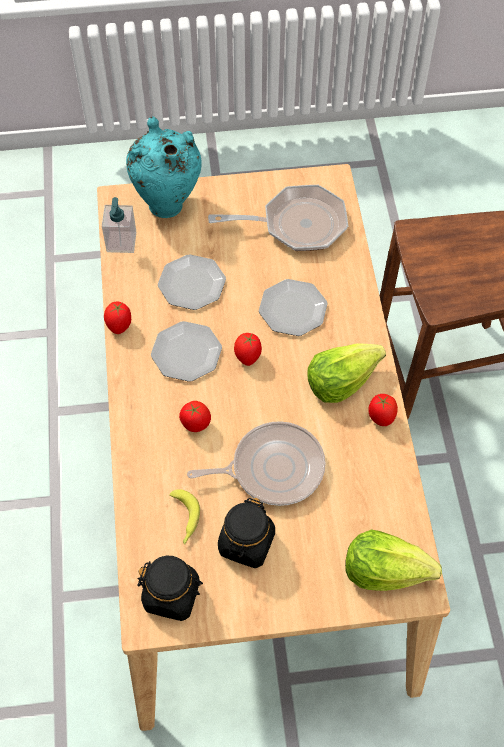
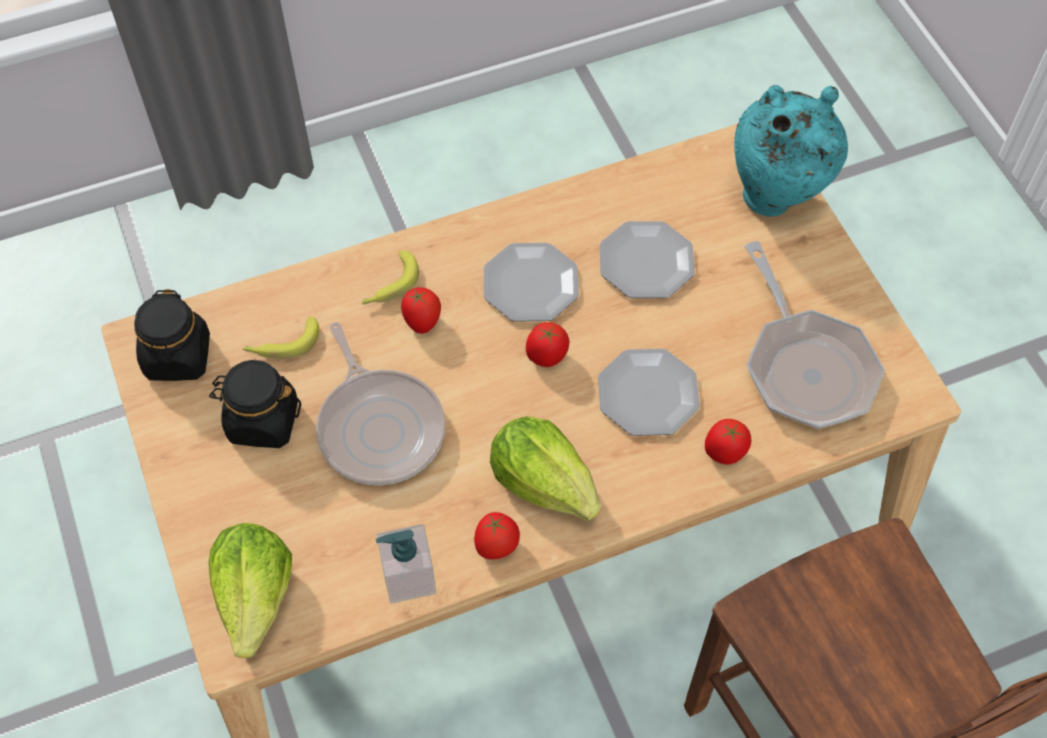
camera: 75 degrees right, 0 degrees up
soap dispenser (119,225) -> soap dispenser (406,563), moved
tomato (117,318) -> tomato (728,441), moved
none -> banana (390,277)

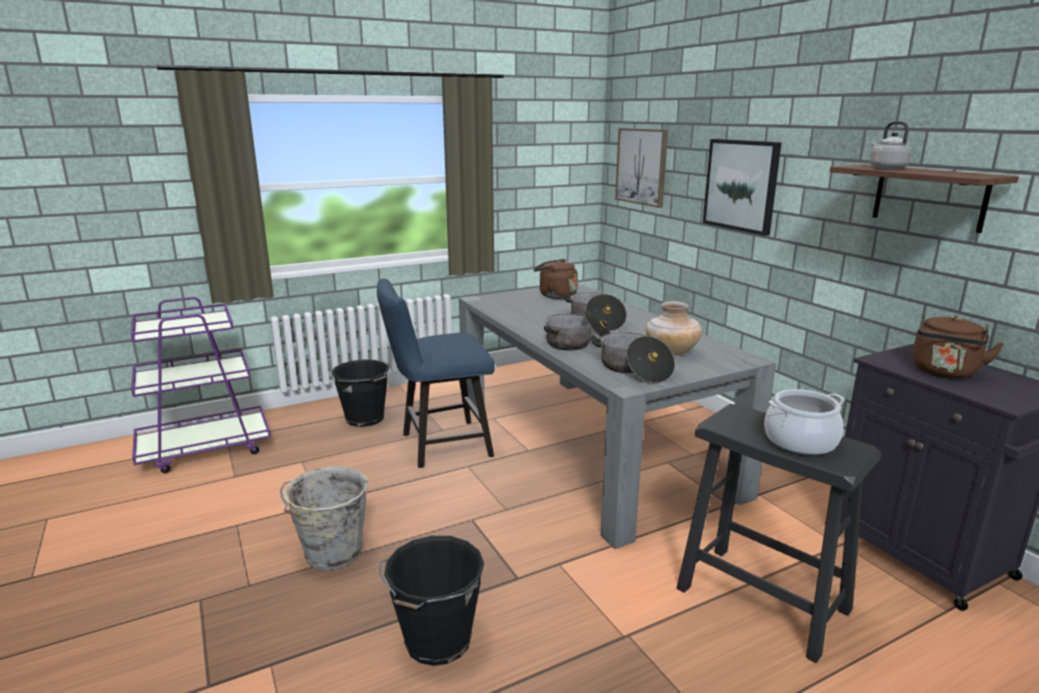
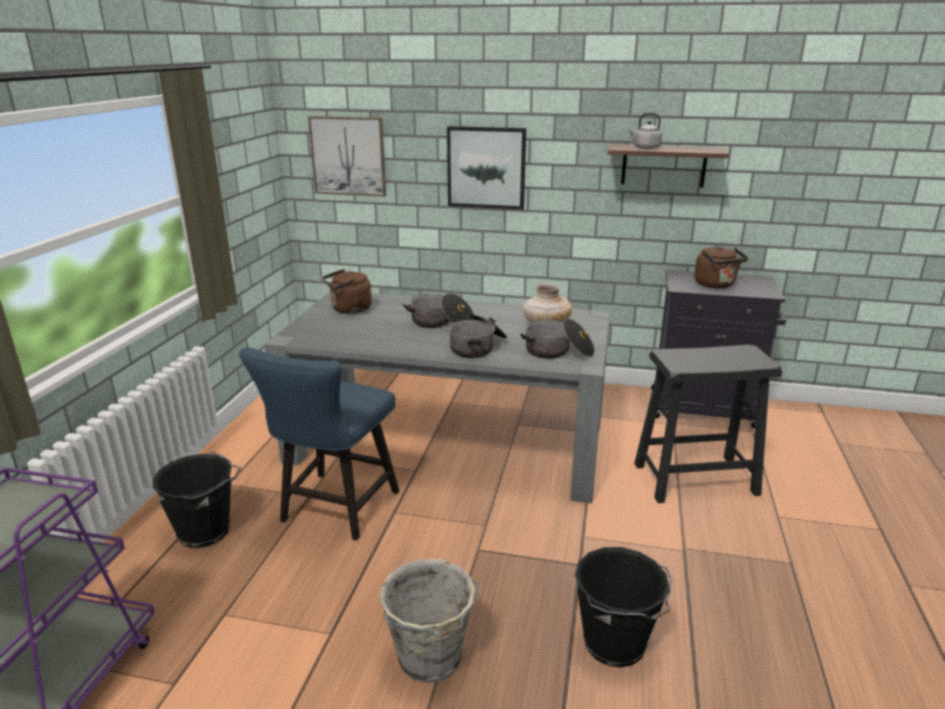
camera: 50 degrees left, 5 degrees up
cooking pot (804,422) -> none

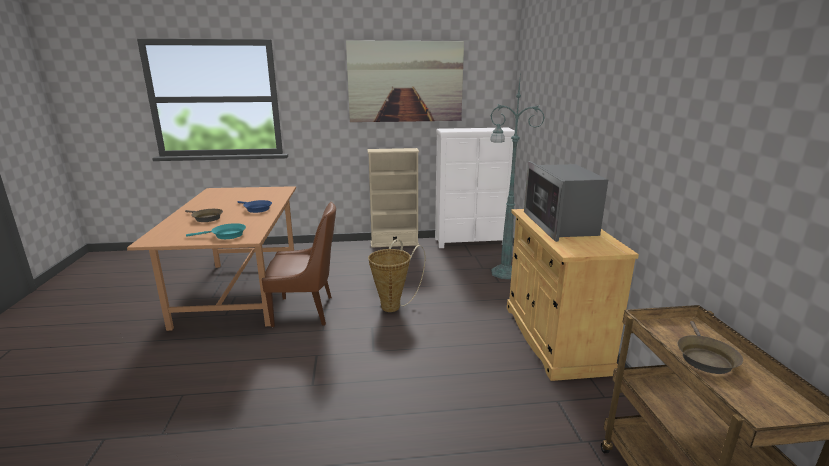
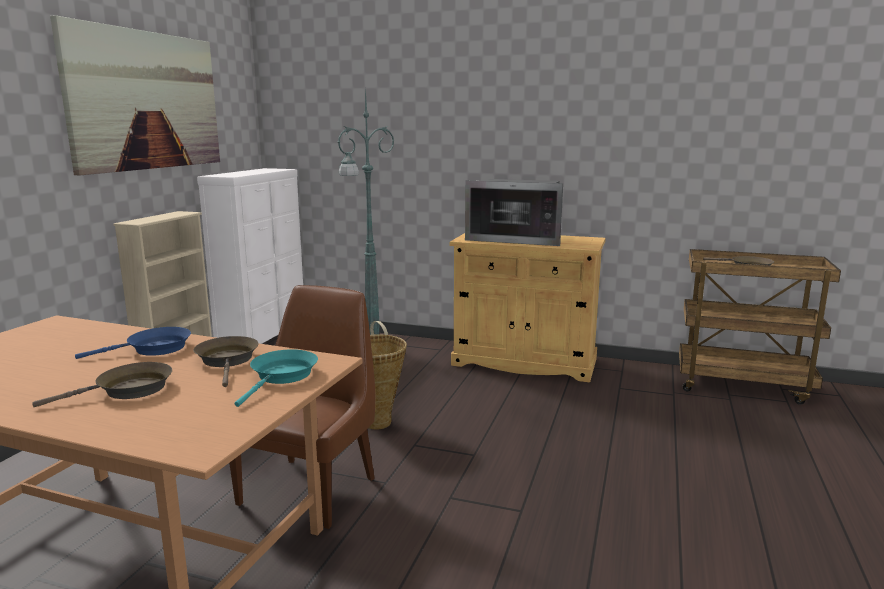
camera: 65 degrees left, 5 degrees down
none -> frying pan (brown) (226,361)

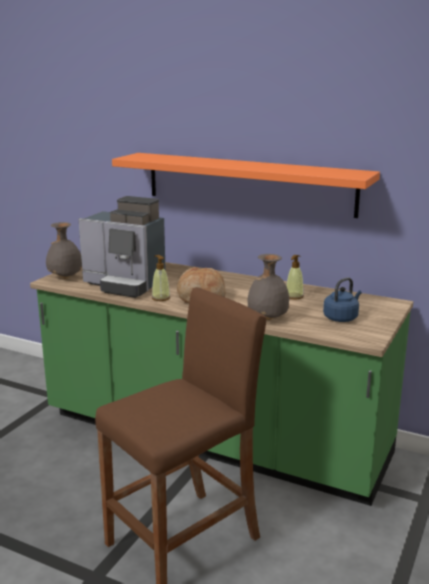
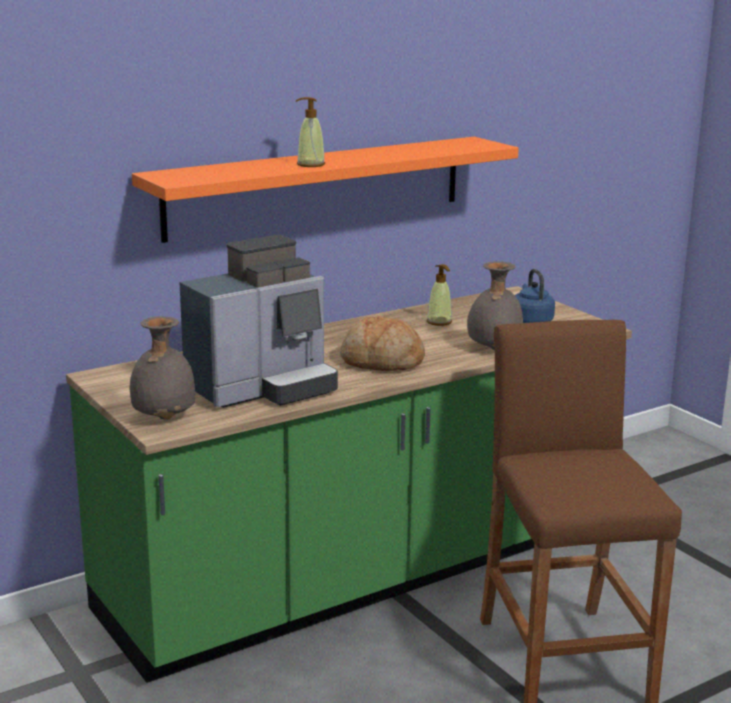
camera: 60 degrees left, 0 degrees up
soap dispenser (161,278) -> soap dispenser (310,132), moved

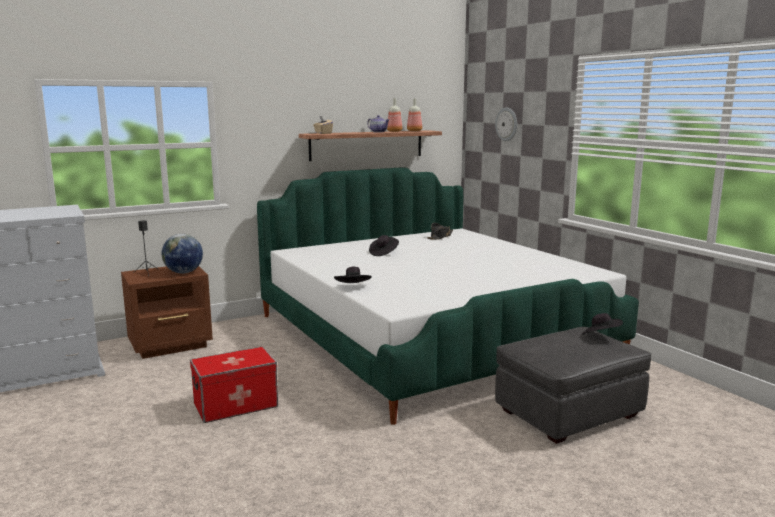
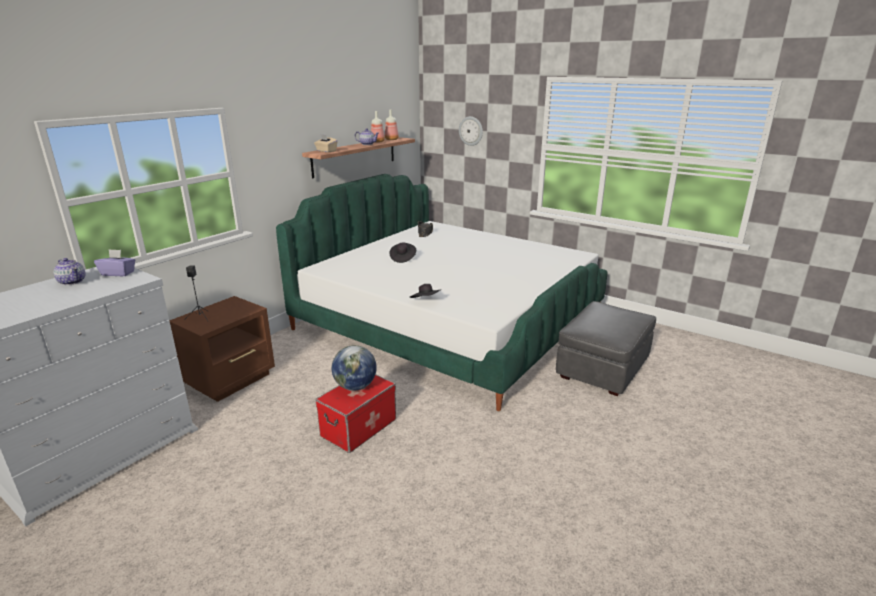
camera: 25 degrees left, 10 degrees up
globe (182,254) -> globe (354,368), moved
hat (black) (602,324) -> none
none -> tissue box (purple) (114,262)
none -> teapot (69,271)

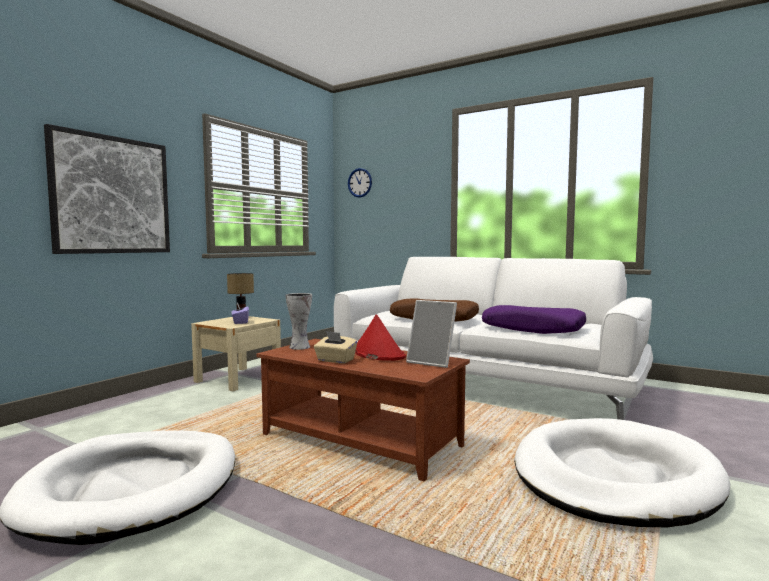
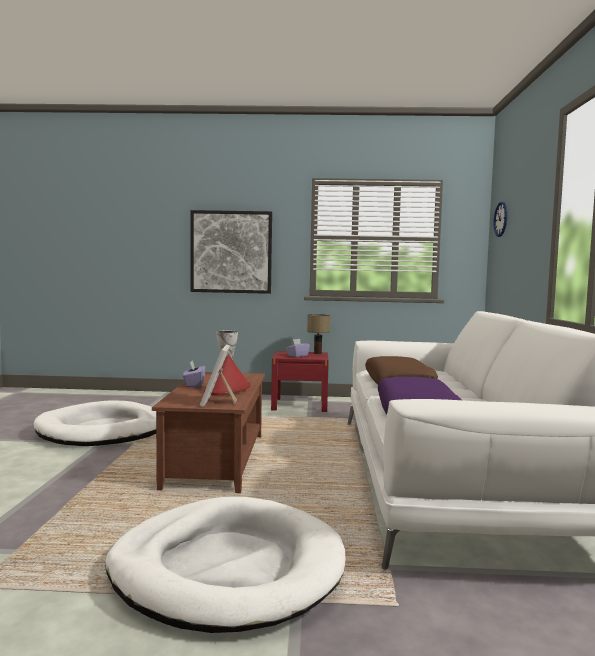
camera: 60 degrees right, 0 degrees up
nightstand (beige) (236,353) -> nightstand (red) (300,381)
tissue box (beige) (335,347) -> tissue box (purple) (194,373)

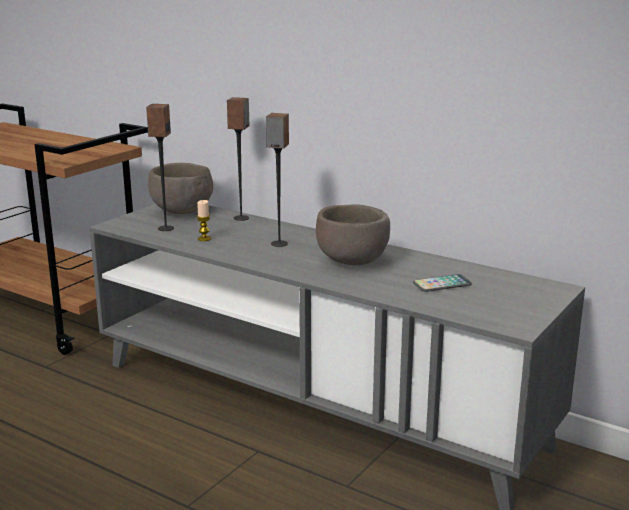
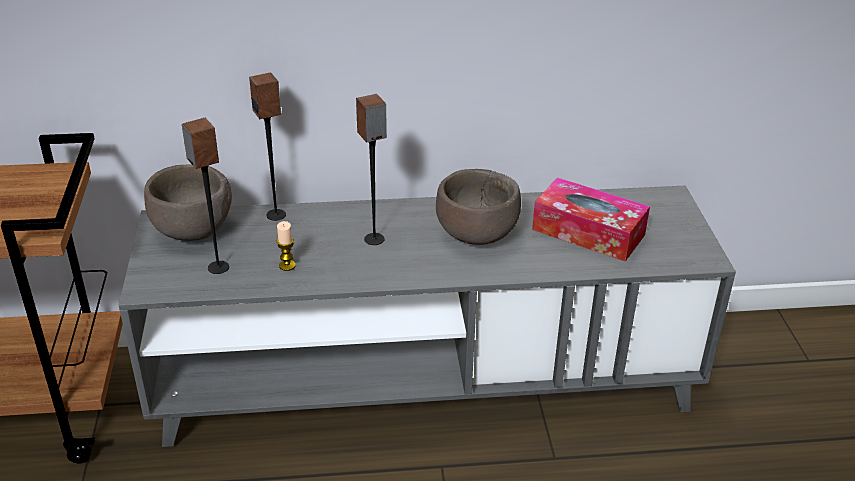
camera: 40 degrees left, 15 degrees up
phone (442,283) -> tissue box (591,219)

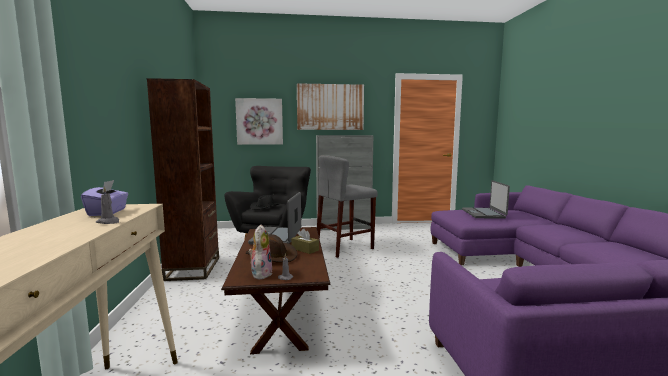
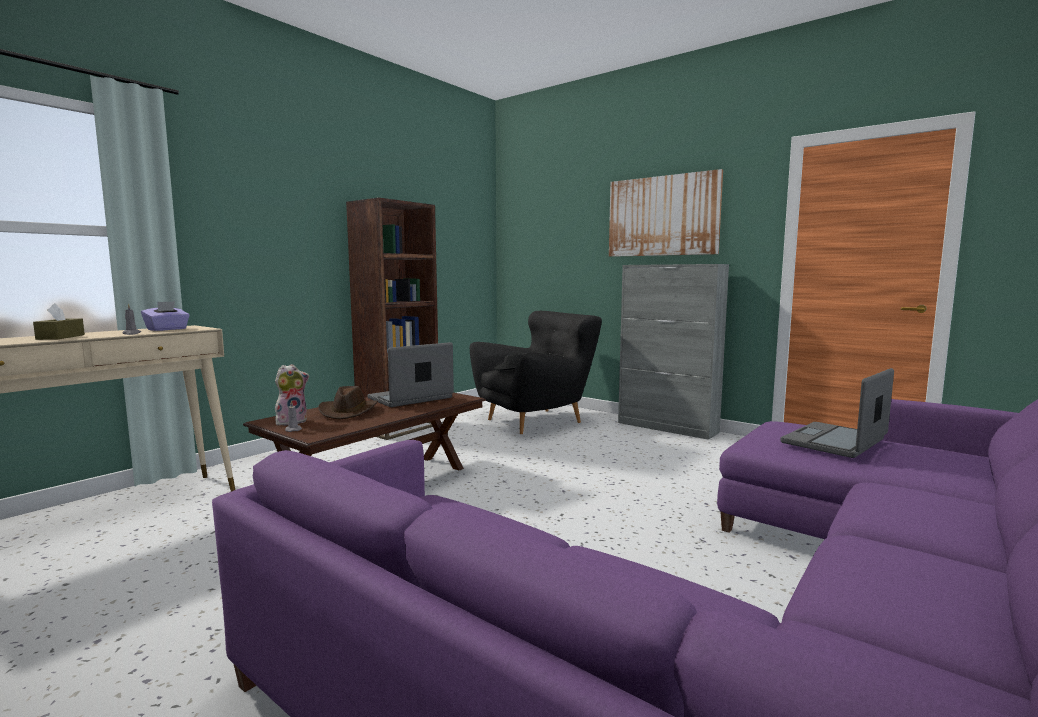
camera: 45 degrees right, 0 degrees up
picture (259,121) -> none
stool (grey) (347,206) -> none
tissue box (brown) (305,241) -> tissue box (brown) (59,321), moved

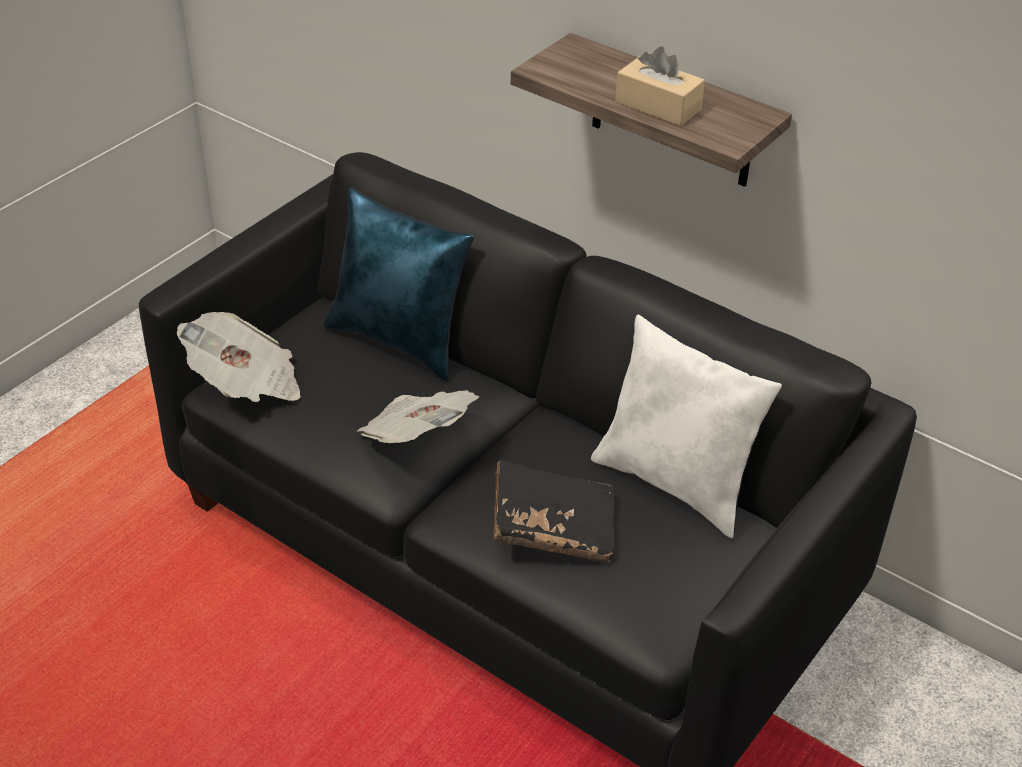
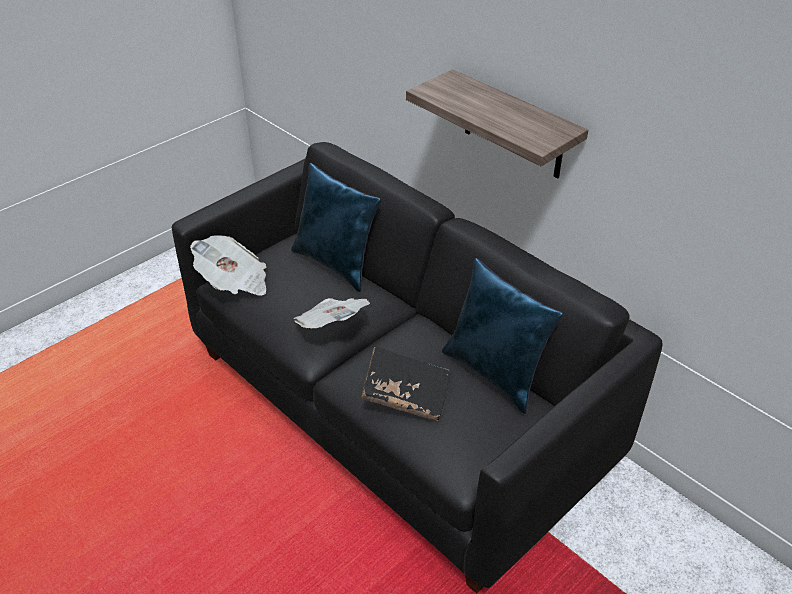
camera: 10 degrees right, 0 degrees up
tissue box (beige) (660,86) -> none
pillow (white) (686,426) -> pillow (blue) (502,336)

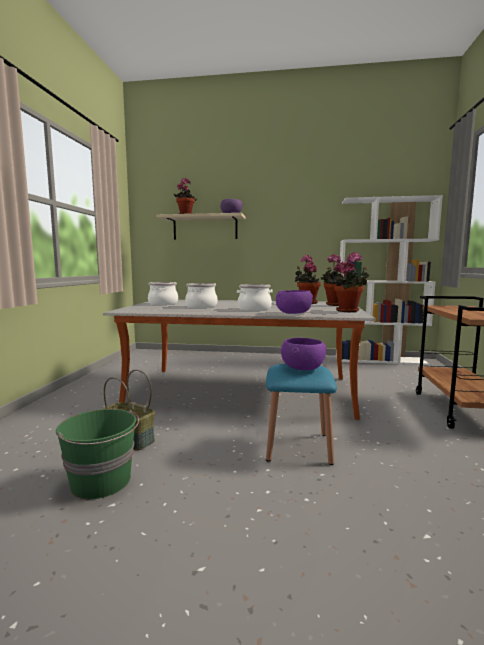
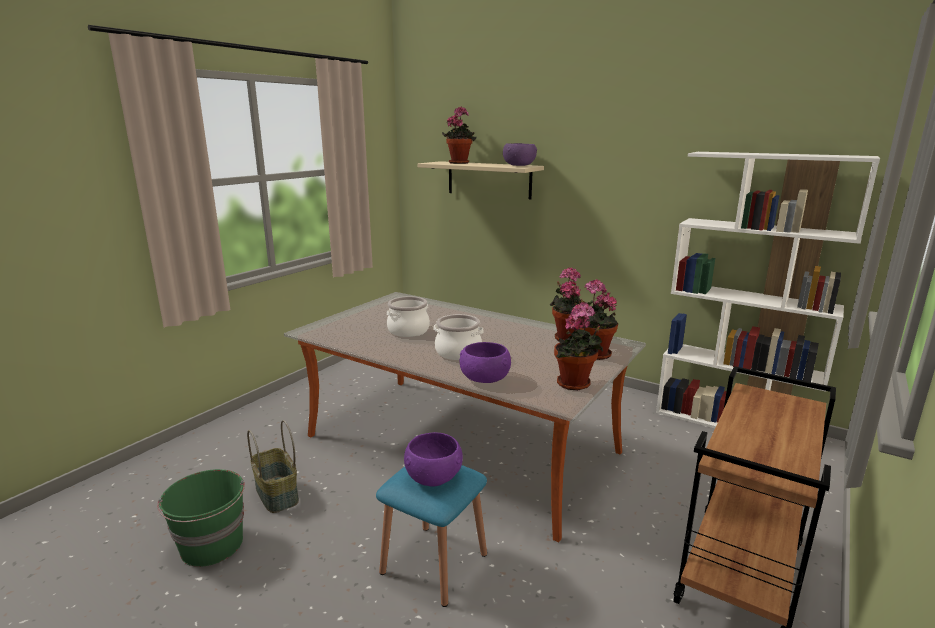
camera: 25 degrees right, 10 degrees up
cooking pot (163,293) -> none

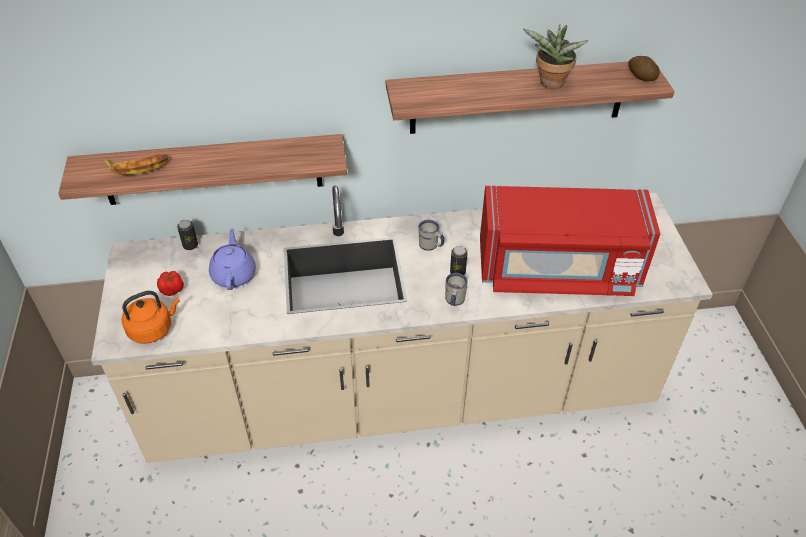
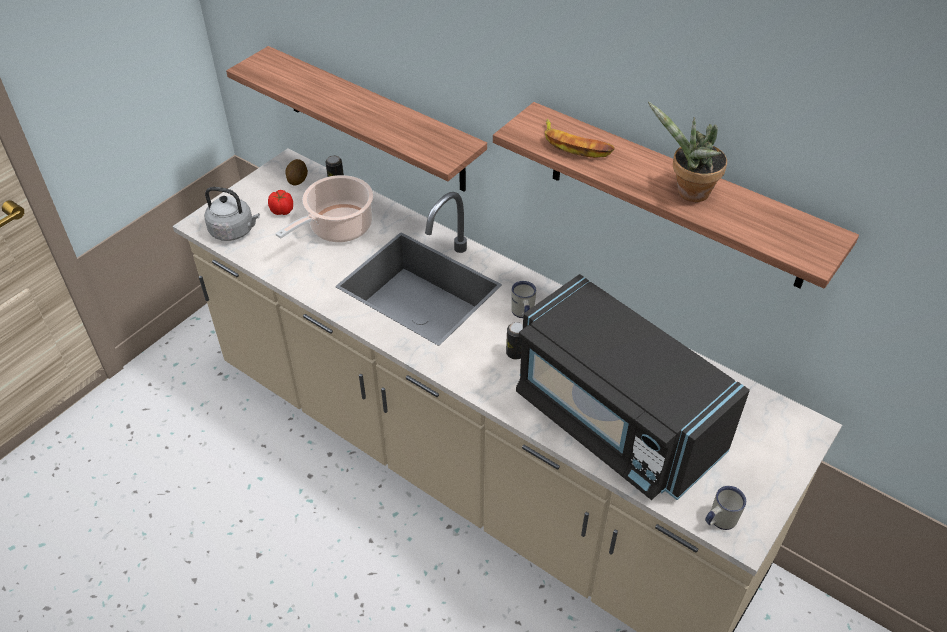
camera: 45 degrees right, 0 degrees up
potato (644,69) -> potato (296,172), moved
banana (135,164) -> banana (580,138), moved
microwave (red) (570,241) -> microwave (black) (633,387)
teapot (purple) (232,259) -> cooking pot (325,208)
mug (white) (456,289) -> mug (white) (725,508), moved
kettle (orange) (151,317) -> kettle (grey) (232,214)

